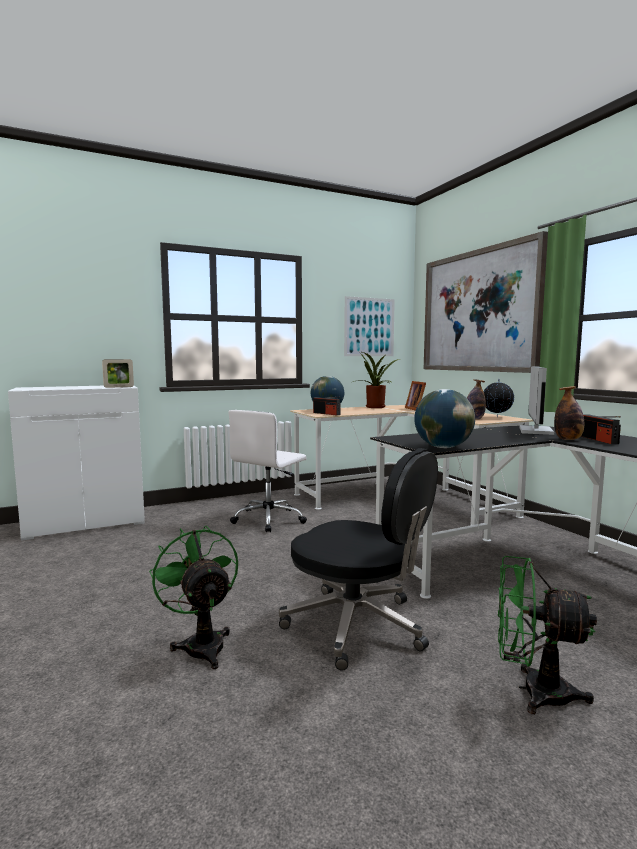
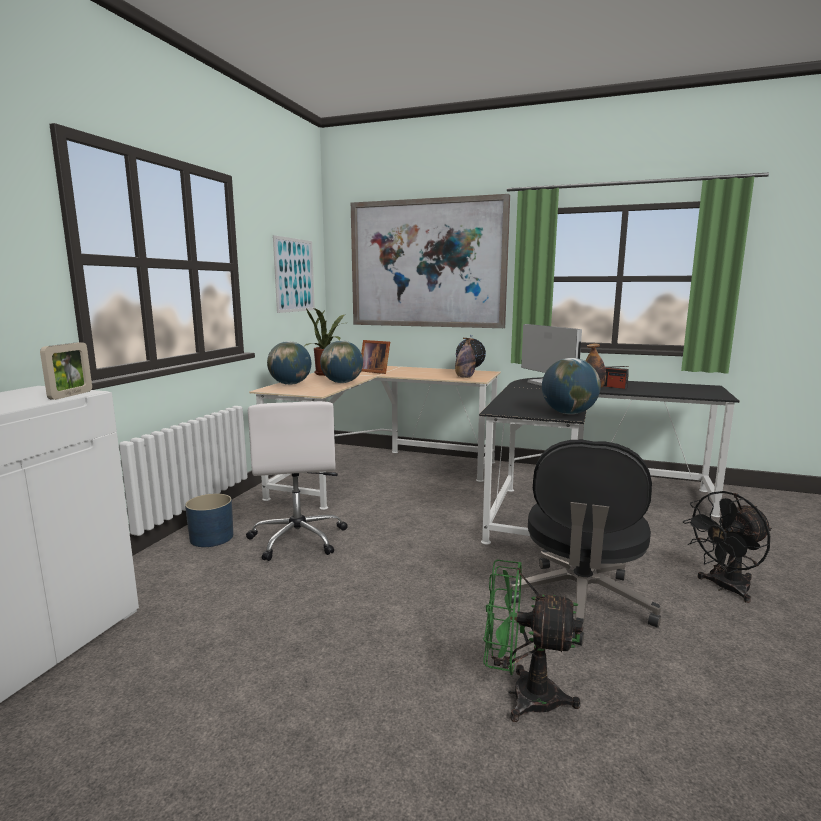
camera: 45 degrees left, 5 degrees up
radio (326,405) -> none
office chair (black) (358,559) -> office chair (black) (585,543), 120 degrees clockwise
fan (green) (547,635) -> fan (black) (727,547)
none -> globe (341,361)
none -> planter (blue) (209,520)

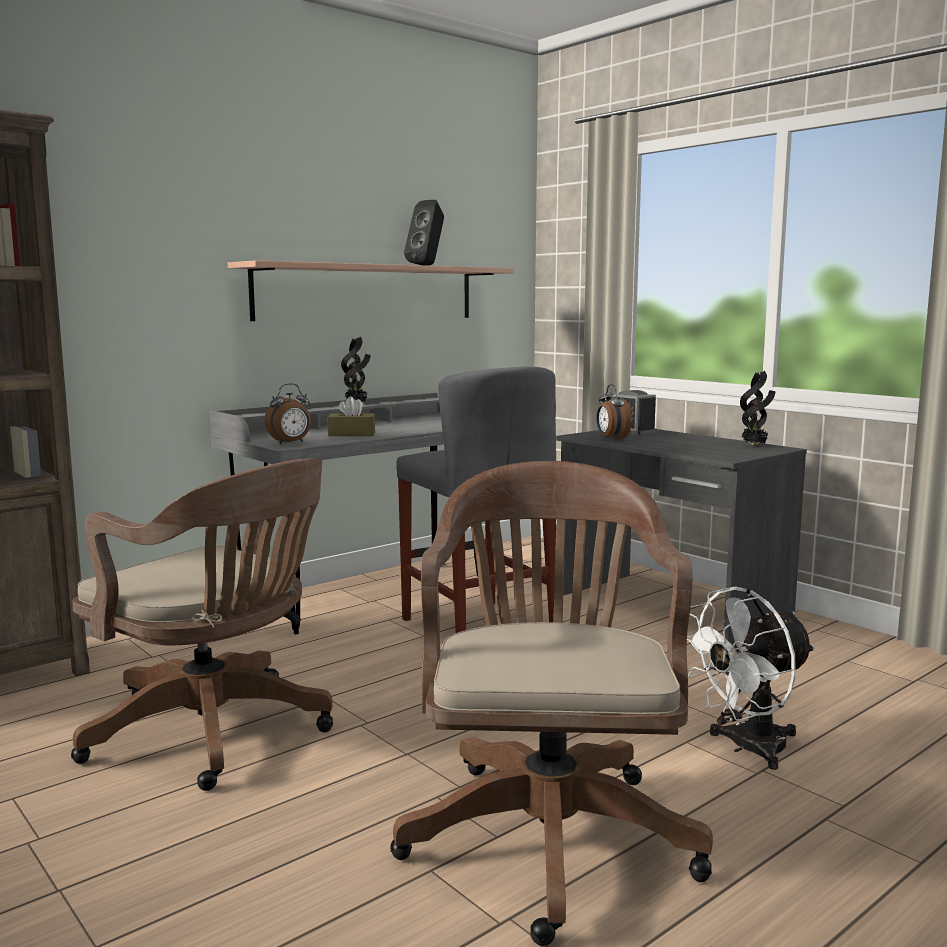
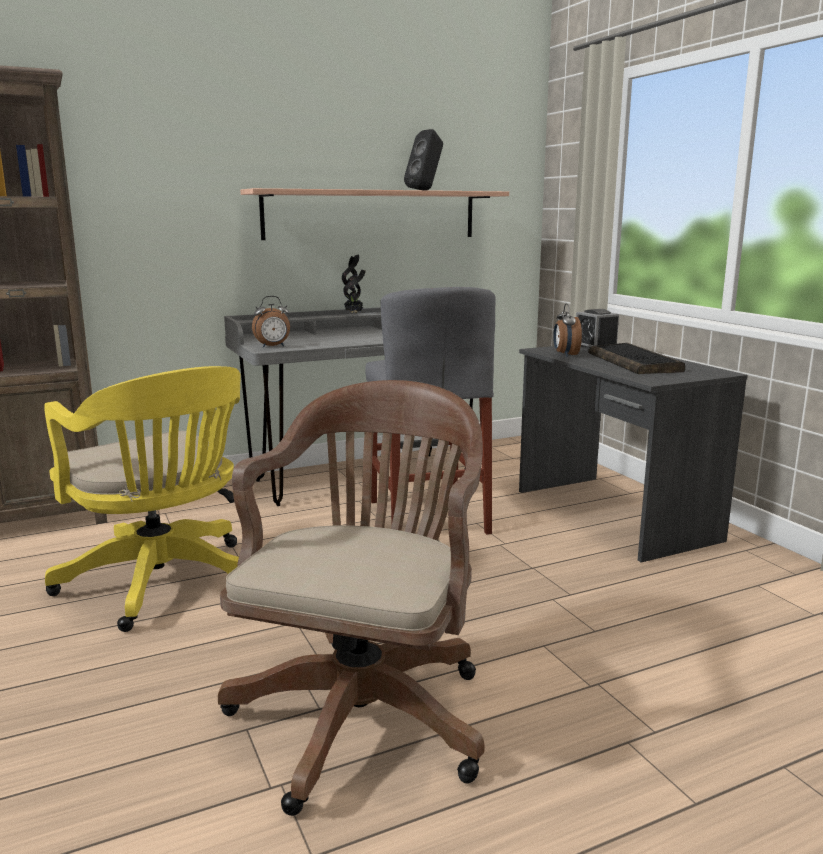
camera: 15 degrees right, 5 degrees up
potted plant (757,408) -> none
tissue box (brown) (351,416) -> none
office chair (brown) (202,624) -> office chair (yellow) (142,499)
fan (white) (751,678) -> none
none -> keyboard (636,358)

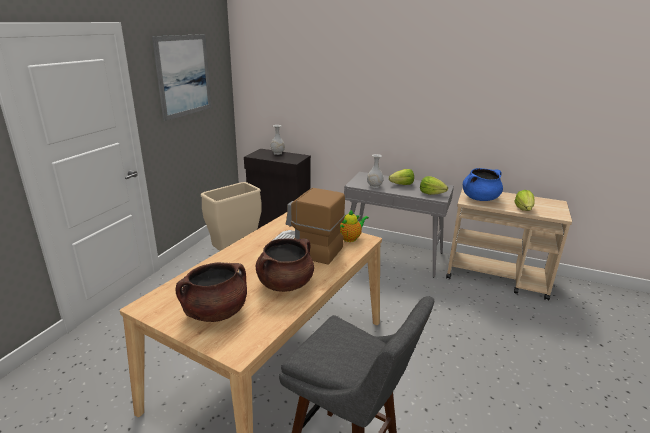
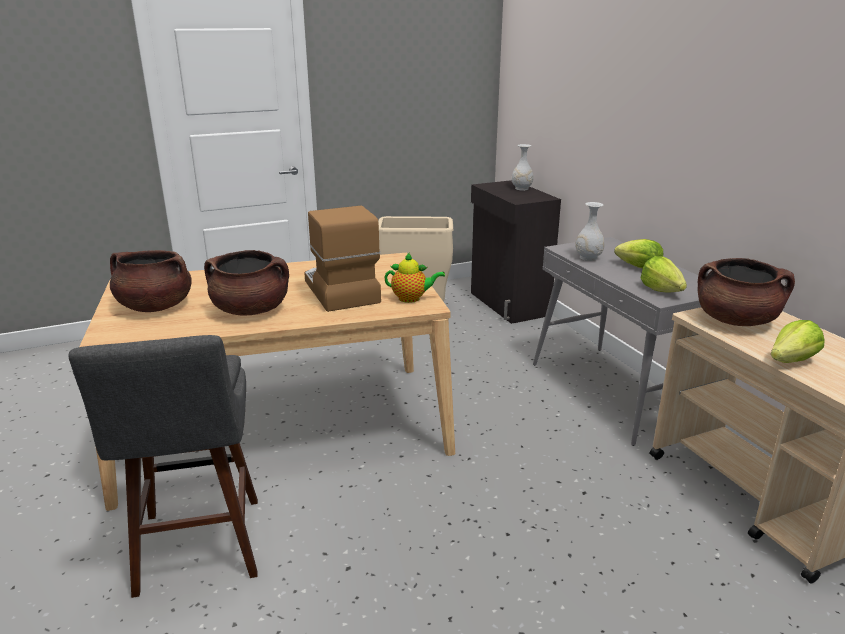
camera: 45 degrees right, 0 degrees up
picture (182,77) -> none
cooking pot (blue) (483,184) -> cooking pot (brown) (746,292)

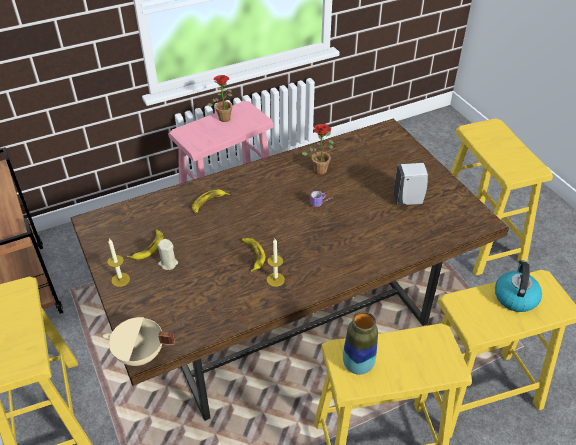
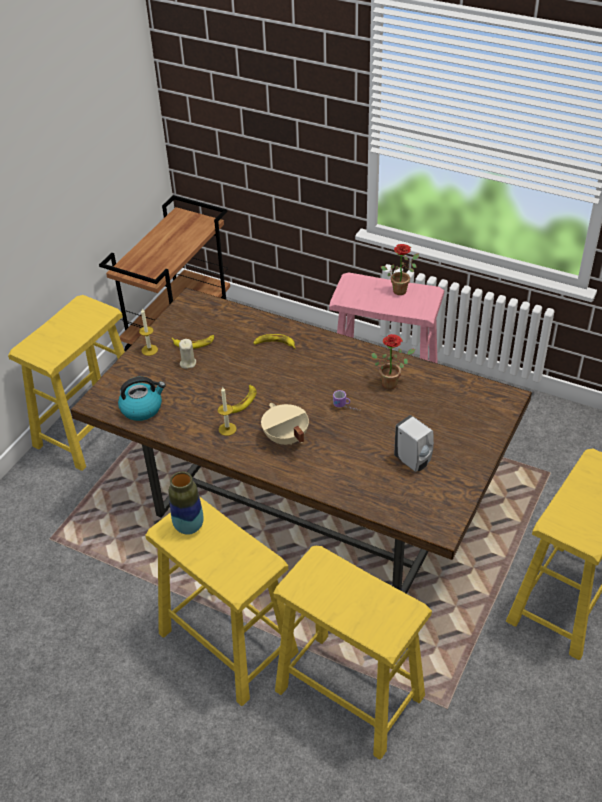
camera: 55 degrees right, 0 degrees up
kettle (518,286) -> kettle (142,398), moved
cooking pot (beige) (138,341) -> cooking pot (beige) (285,424), moved

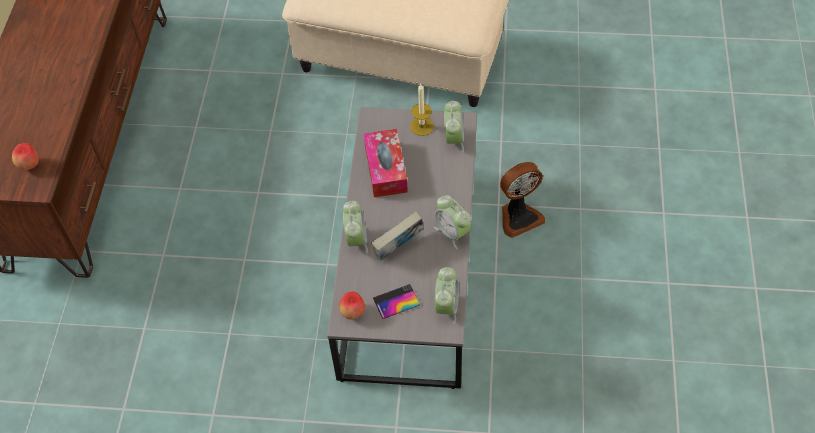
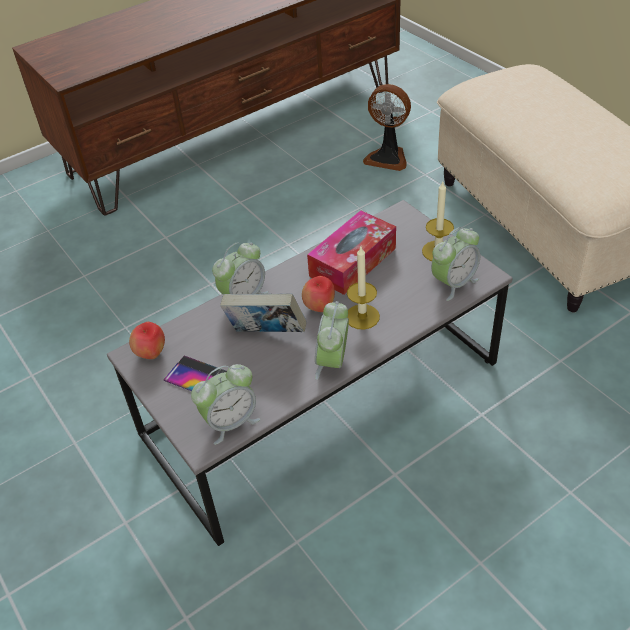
camera: 50 degrees right, 10 degrees down
apple (25,156) -> apple (318,294), moved
fan (522,200) -> fan (387,127), moved
none -> candle (363,288)

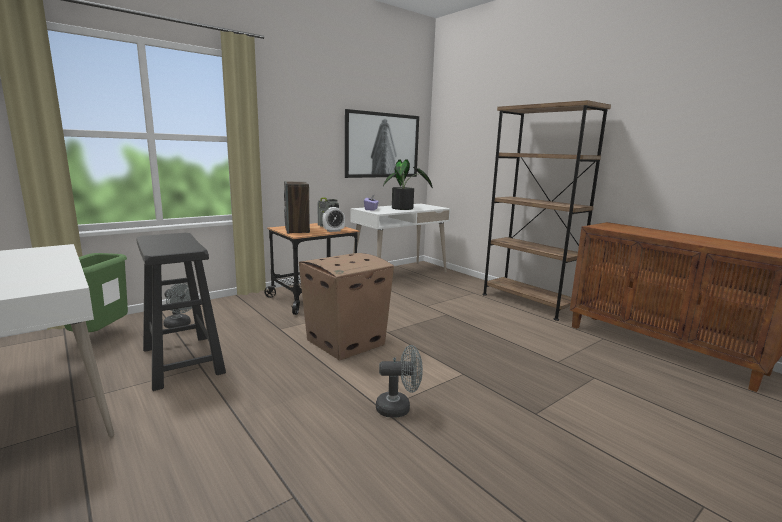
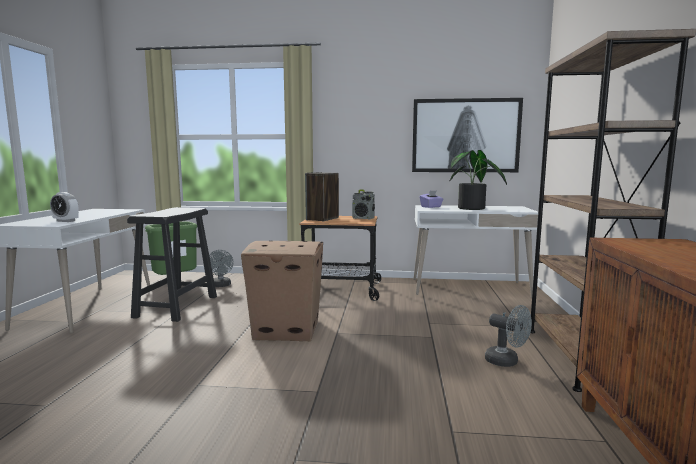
camera: 45 degrees right, 5 degrees down
alarm clock (333,219) -> alarm clock (64,207), moved
fan (grey) (399,381) -> fan (grey) (508,336), moved

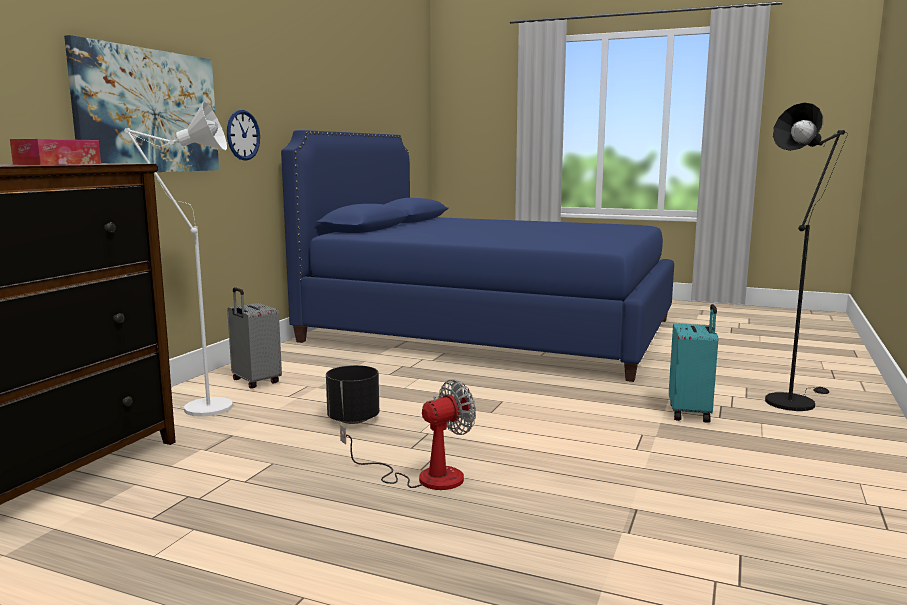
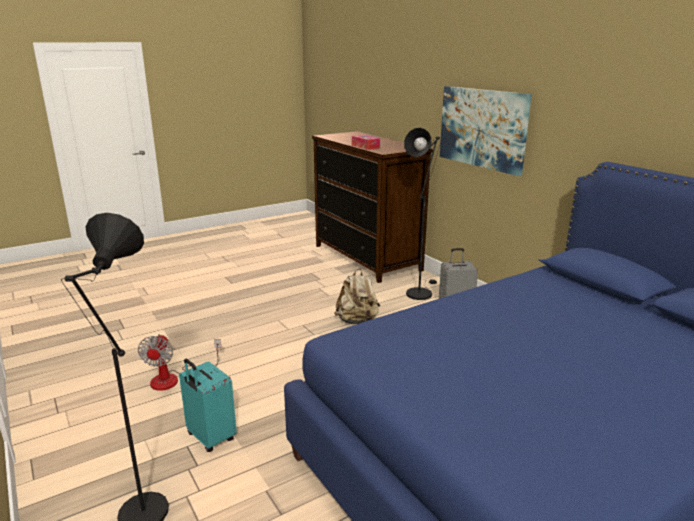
camera: 125 degrees right, 10 degrees up
floor lamp (white) (178,259) -> floor lamp (black) (422,214)
wall clock (243,135) -> none
planter (black) (352,394) -> backpack (beige) (357,296)
fan (408,434) -> fan (179,362), moved

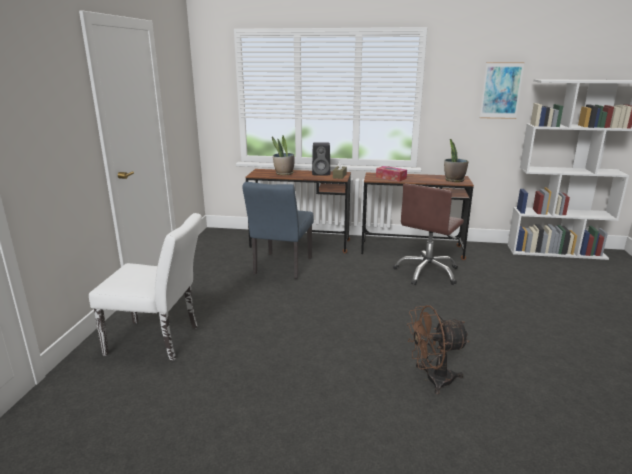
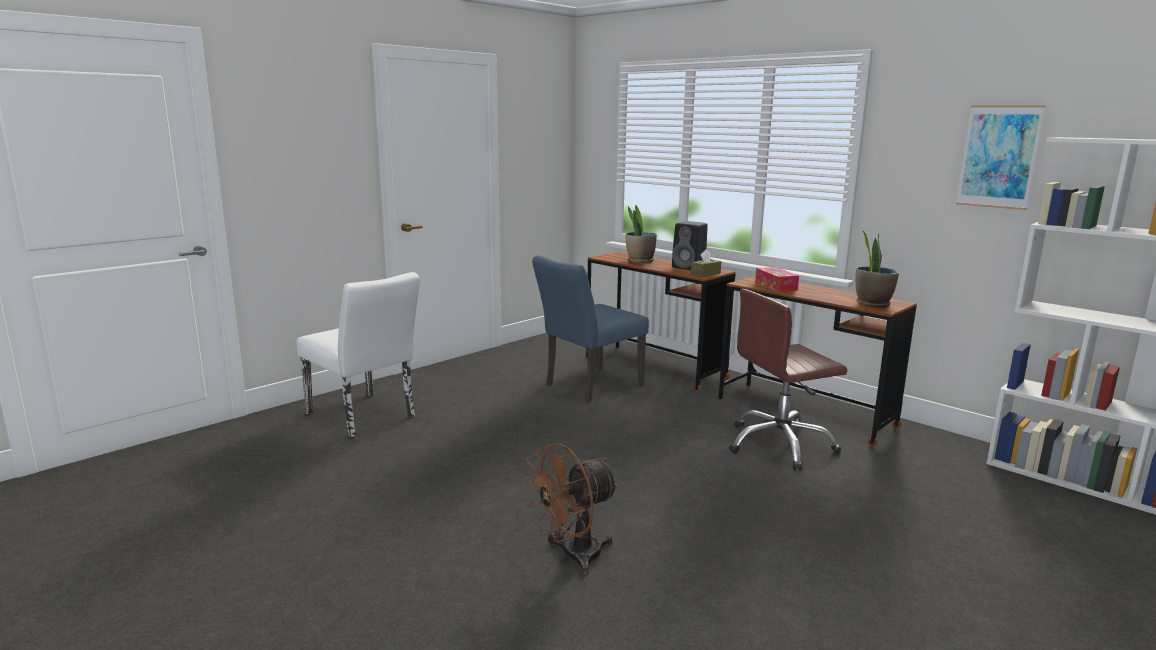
camera: 35 degrees right, 5 degrees down
fan (brown) (438,349) -> fan (brown) (571,509), 60 degrees counterclockwise

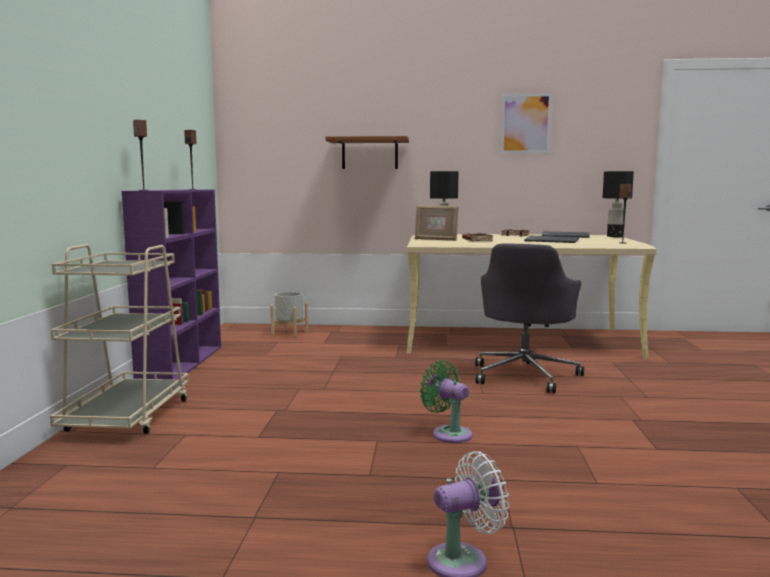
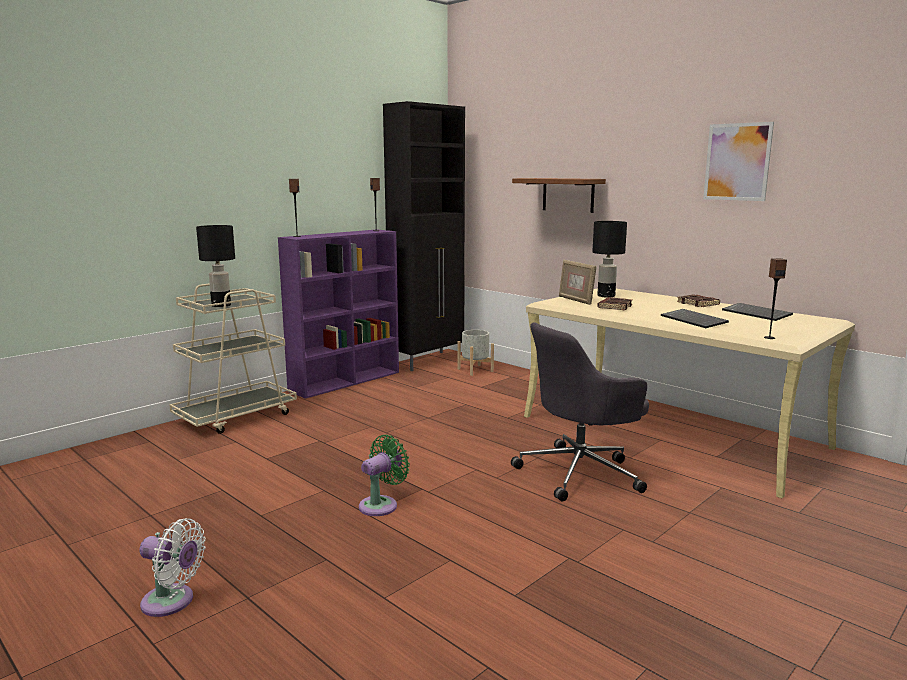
camera: 40 degrees right, 5 degrees up
table lamp (black) (618,204) -> table lamp (black) (215,266), moved
fan (green) (446,402) -> fan (green) (384,475), 45 degrees clockwise
none -> cabinet (black) (424,236)

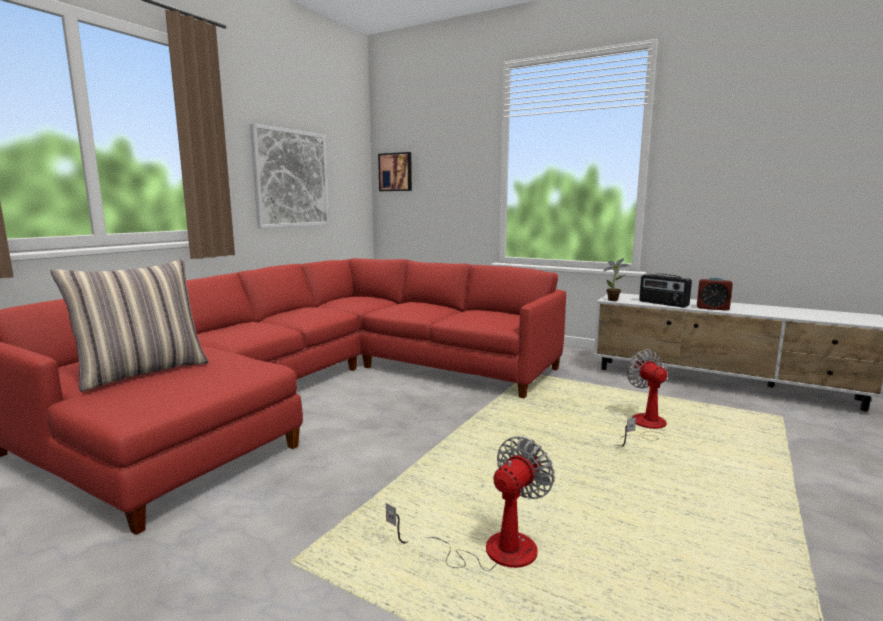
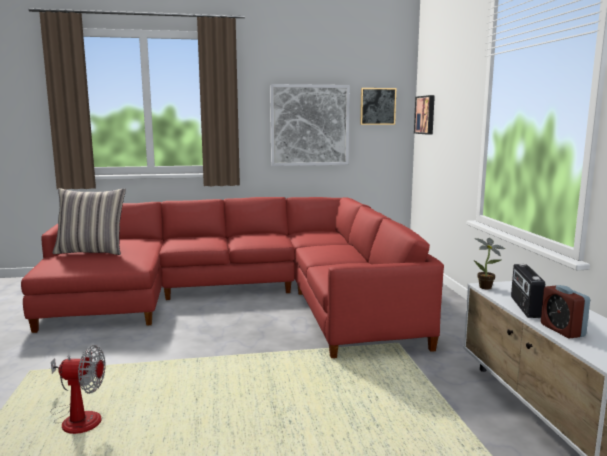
camera: 50 degrees right, 0 degrees up
fan (644,397) -> none
none -> picture (378,106)

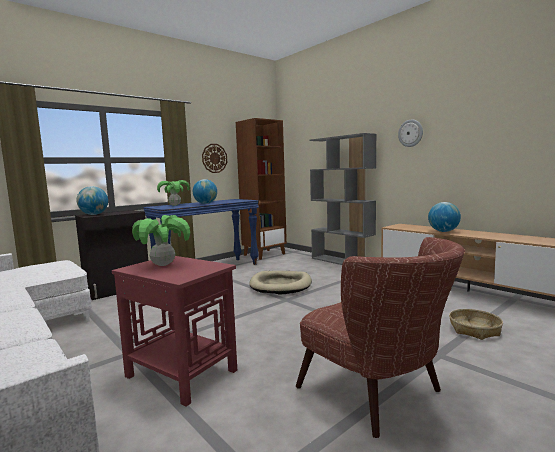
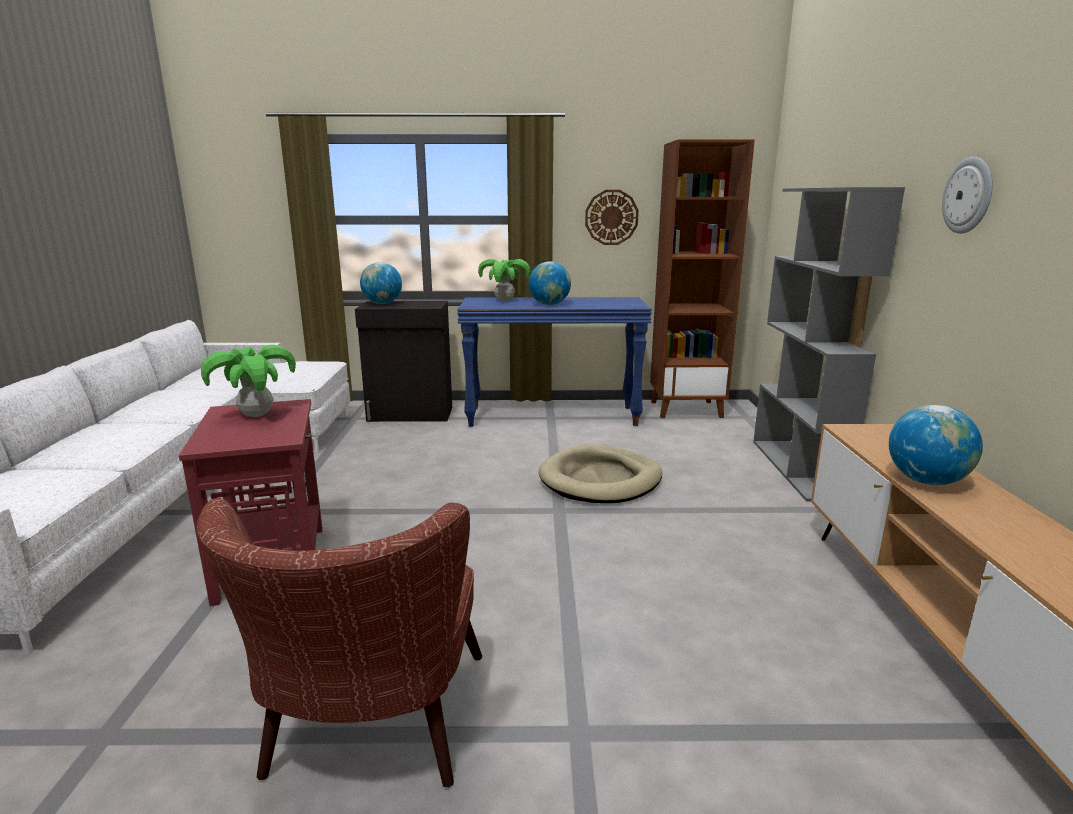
camera: 40 degrees right, 10 degrees up
basket (476,324) -> none

